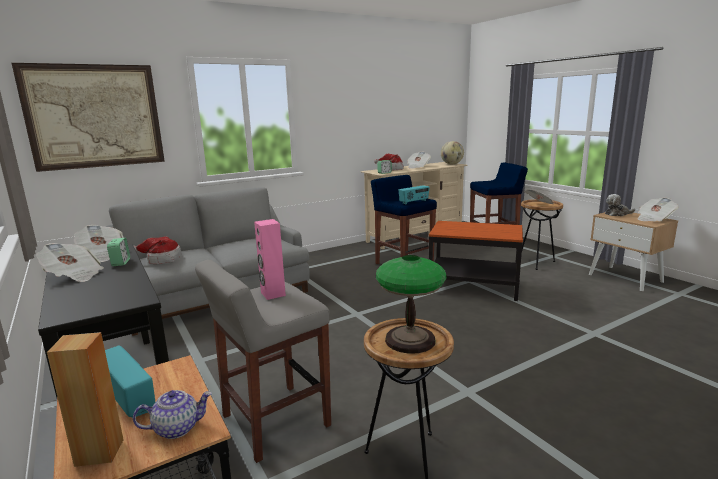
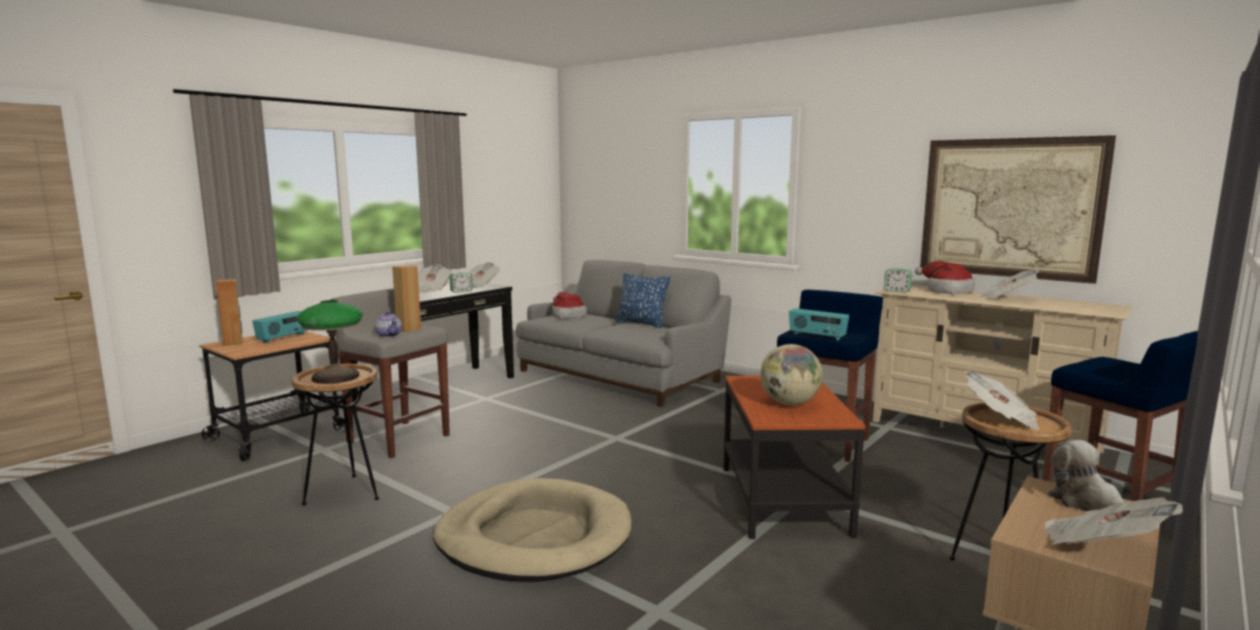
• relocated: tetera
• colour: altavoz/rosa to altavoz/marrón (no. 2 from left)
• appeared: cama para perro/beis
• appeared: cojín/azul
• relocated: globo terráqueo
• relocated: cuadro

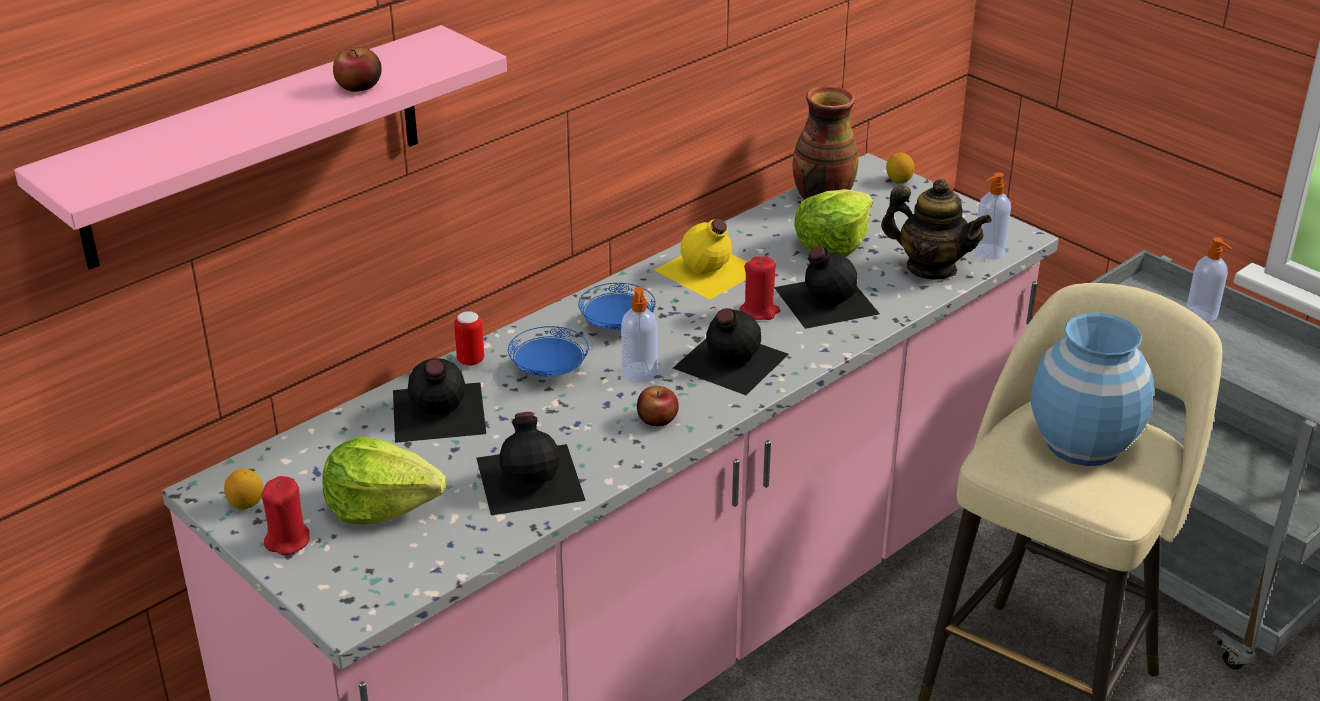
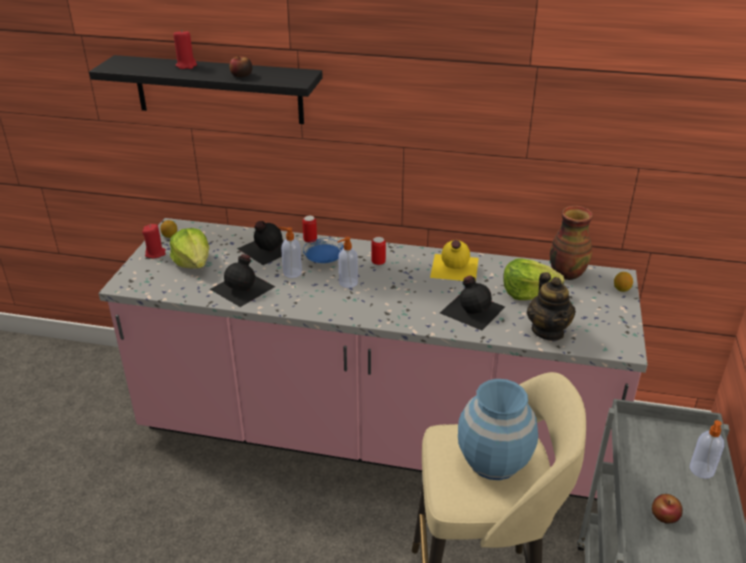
• colour: estante/rosa to estante/negro
• relocated: vela/rojo (no. 2 from left)
• relocated: dispensador de jabón (no. 2 from left in the first image) to dispensador de jabón (no. 1 from left)
• exchanged: plato/azul (no. 2 from left) to lata (no. 2 from left)
• relocated: manzana (no. 2 from left)
• missing: botella/negro (no. 3 from left)

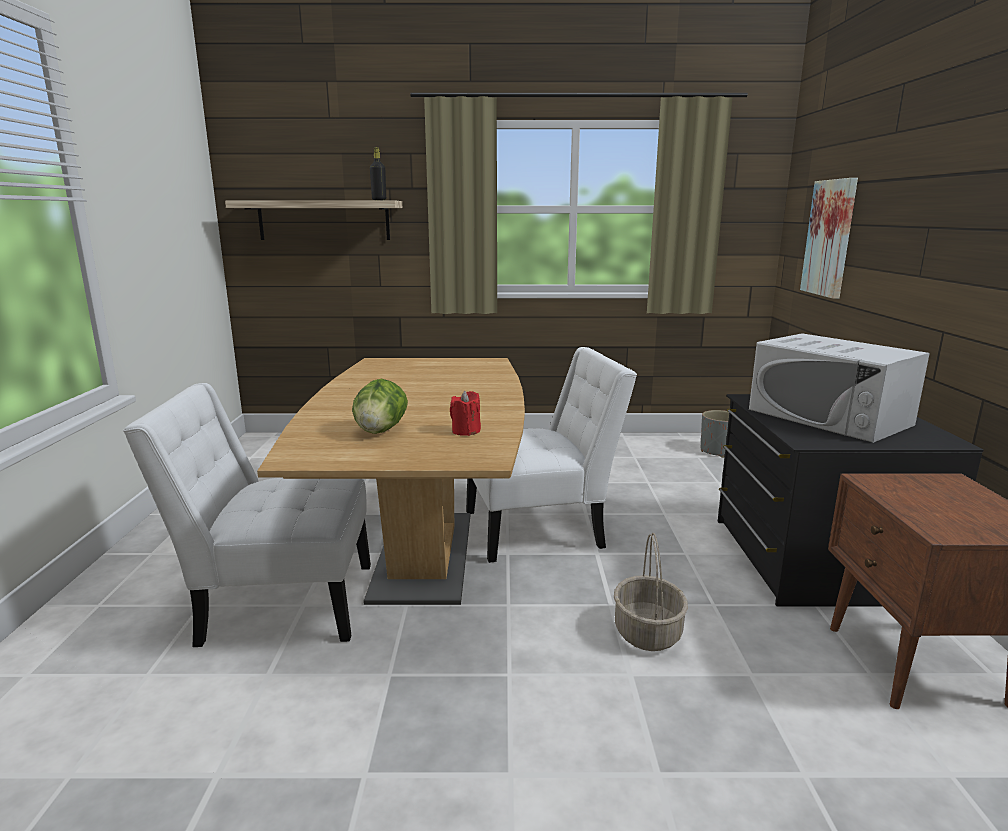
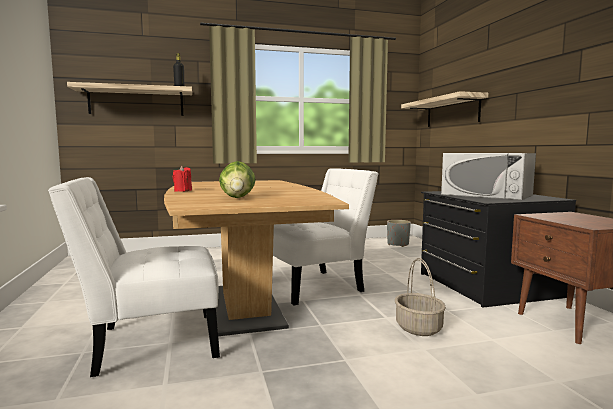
• relocated: vela/rojo
• exchanged: cuadro to estante (no. 2 from left)

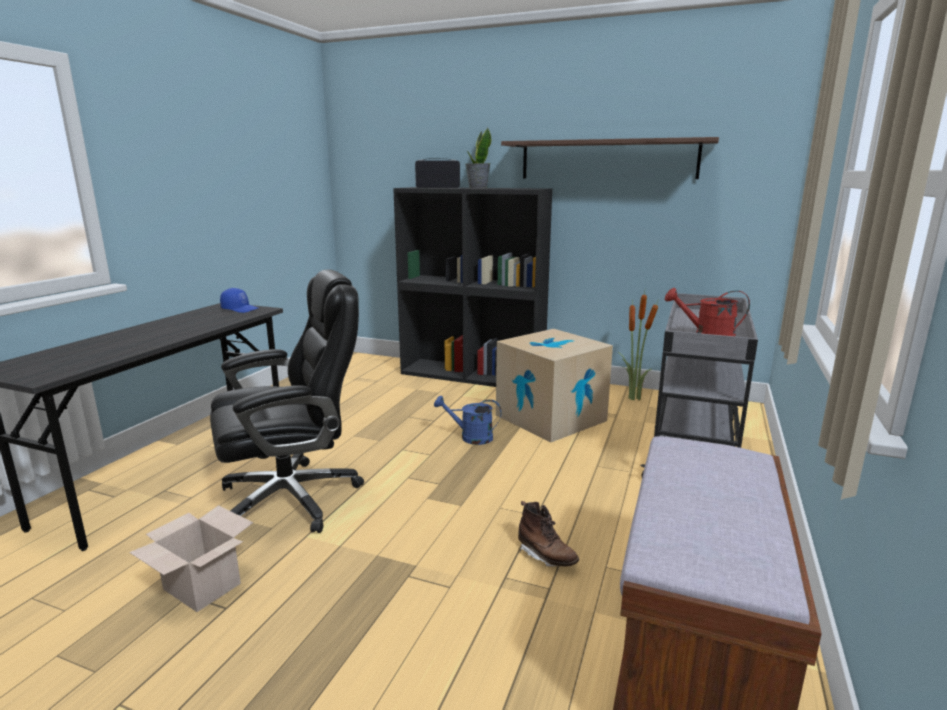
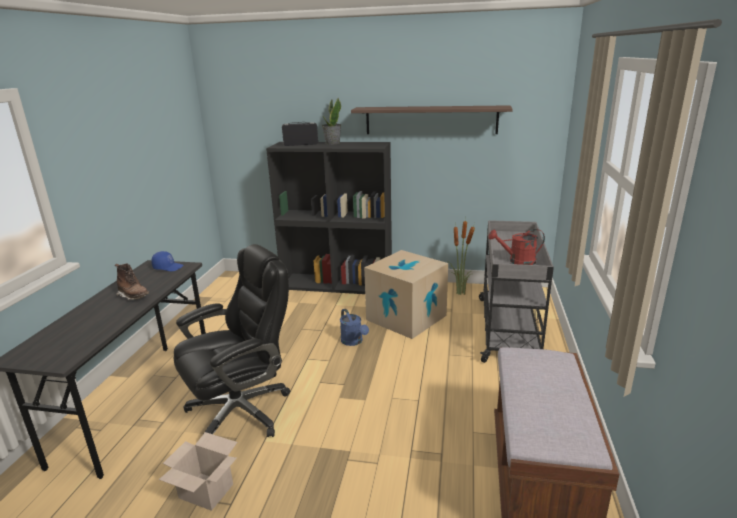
• relocated: bota/marrón
• spun: regadera/azul 120 degrees counterclockwise

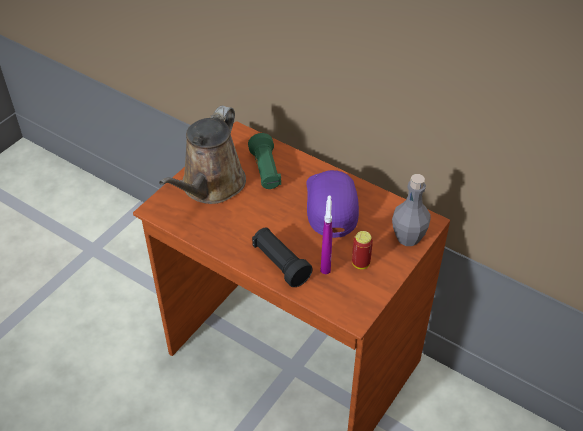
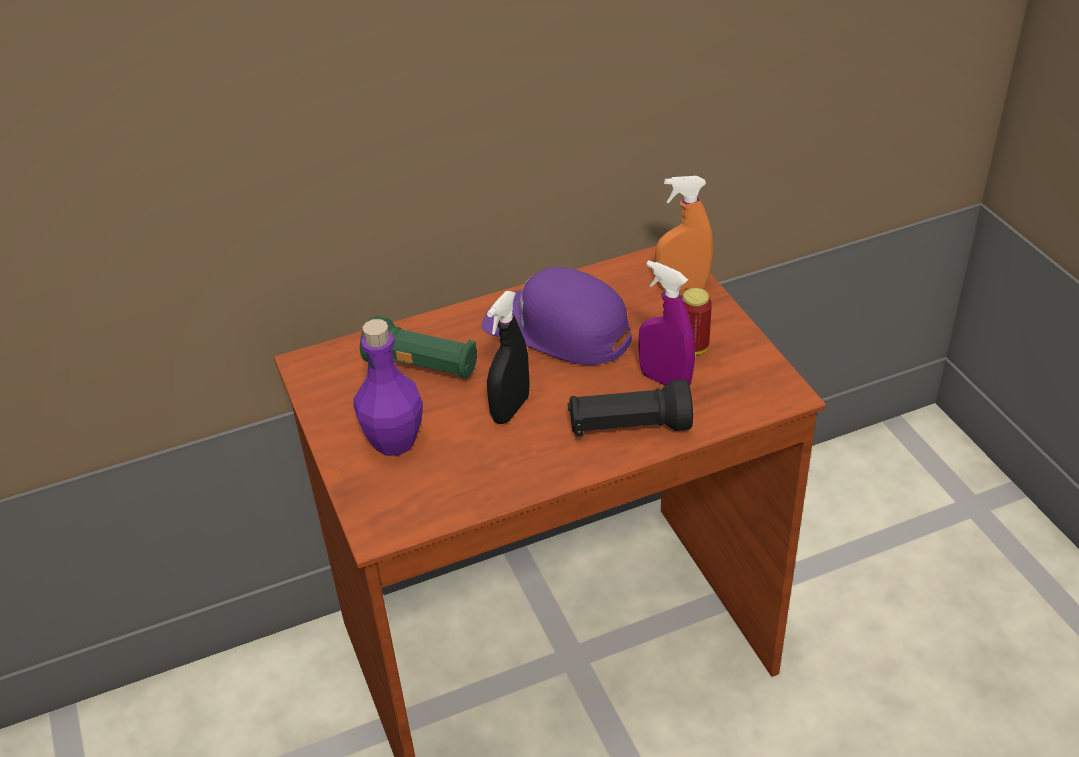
• exchanged: regadera/marrón to botella/morado
• appeared: pulverizador/negro
• exchanged: botella/gris to pulverizador/naranja

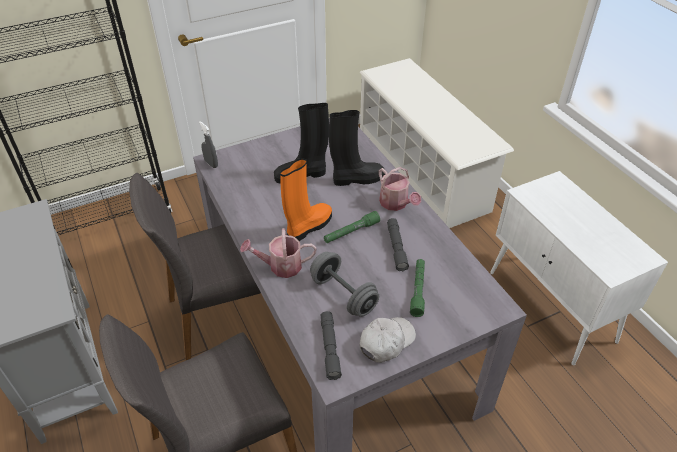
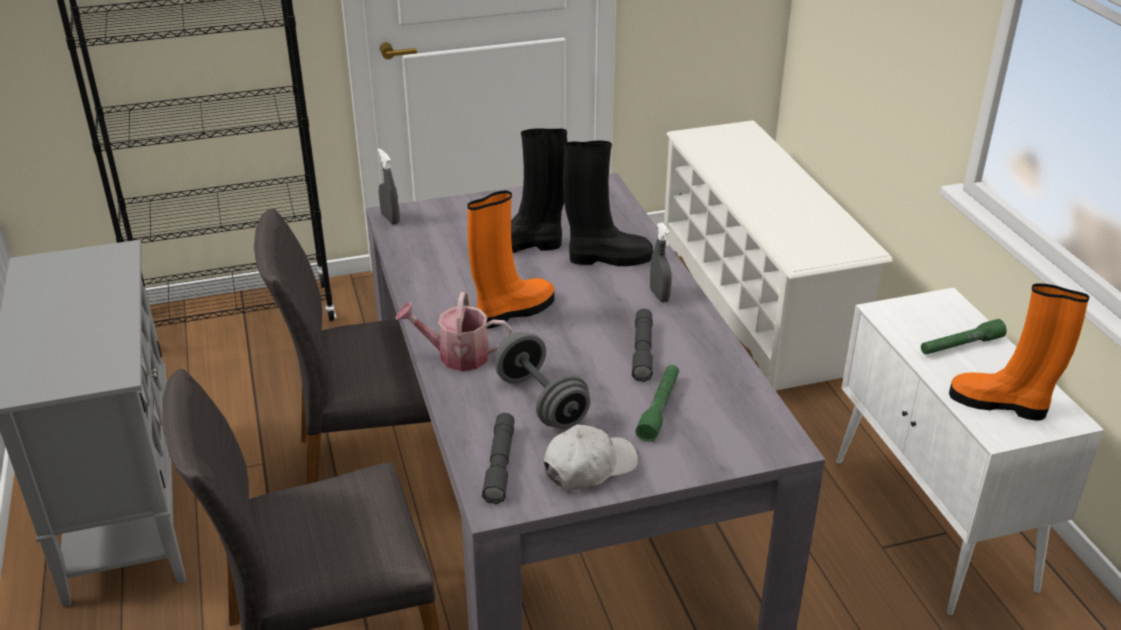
• exchanged: regadera (no. 2 from left) to pulverizador/gris (no. 2 from left)
• relocated: linterna/verde (no. 1 from left in the first image) to linterna/verde (no. 2 from left)
• appeared: bota/naranja (no. 2 from left)

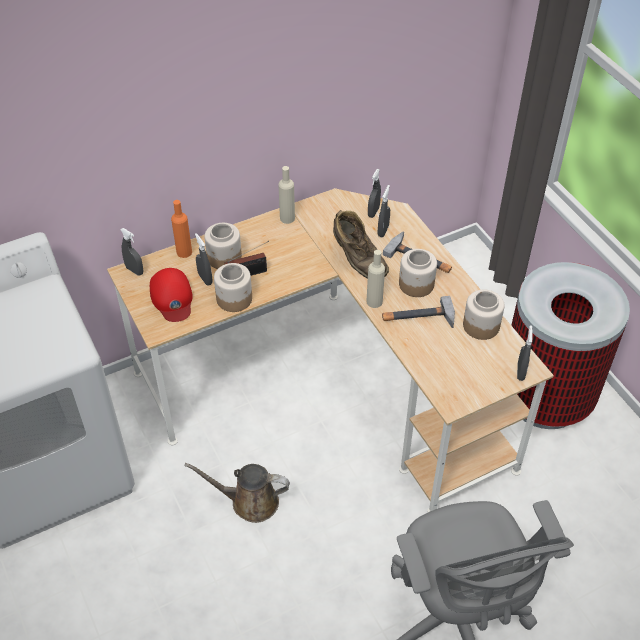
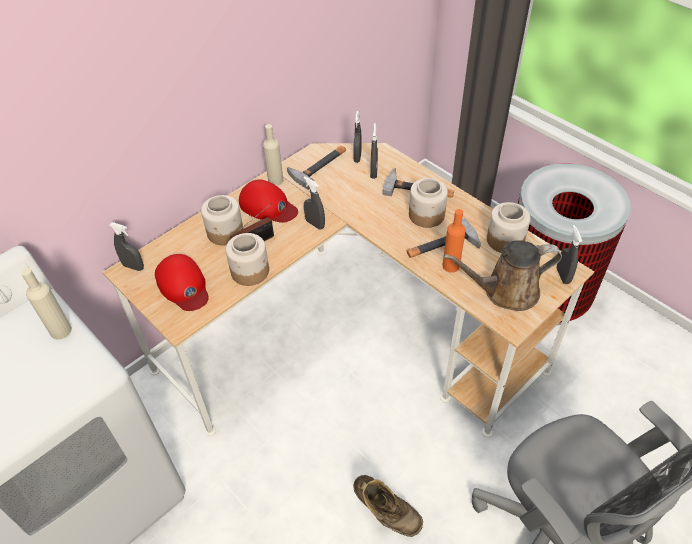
• relocated: botella/beis (no. 2 from left in the first image) to botella/beis (no. 1 from left)
• appeared: gorra/rojo (no. 2 from left)
• appeared: martillo (no. 1 from left)
• relocated: pulverizador/gris (no. 2 from left)
• relocated: bota/marrón
• relocated: botella/naranja
• relocated: regadera/marrón

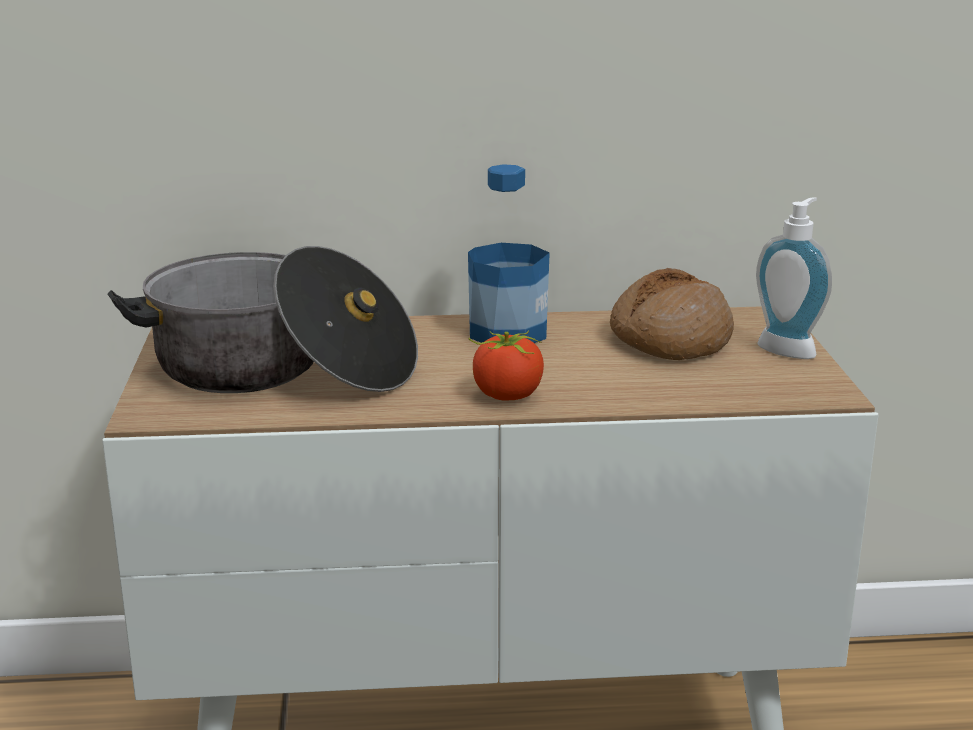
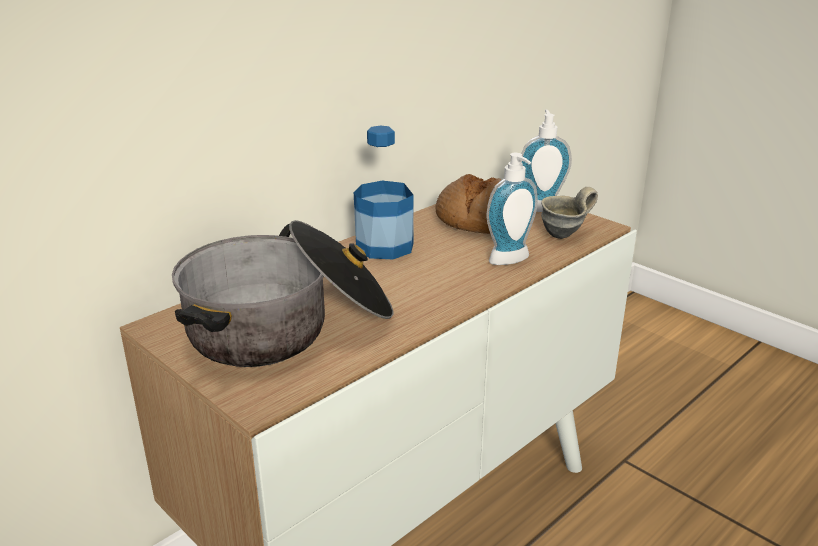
• appeared: dispensador de jabón (no. 1 from left)
• appeared: taza grande/gris
• missing: tomate

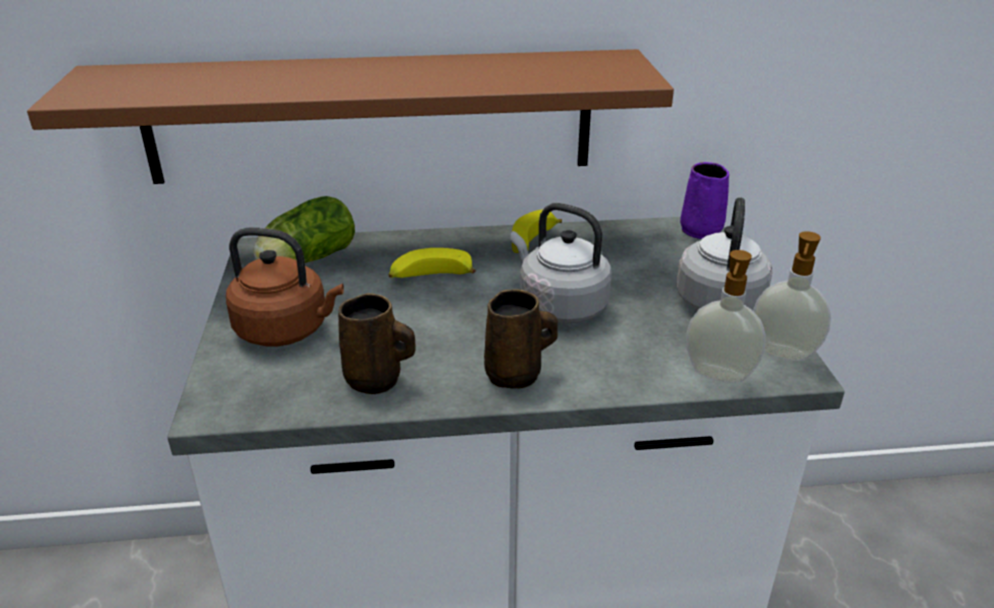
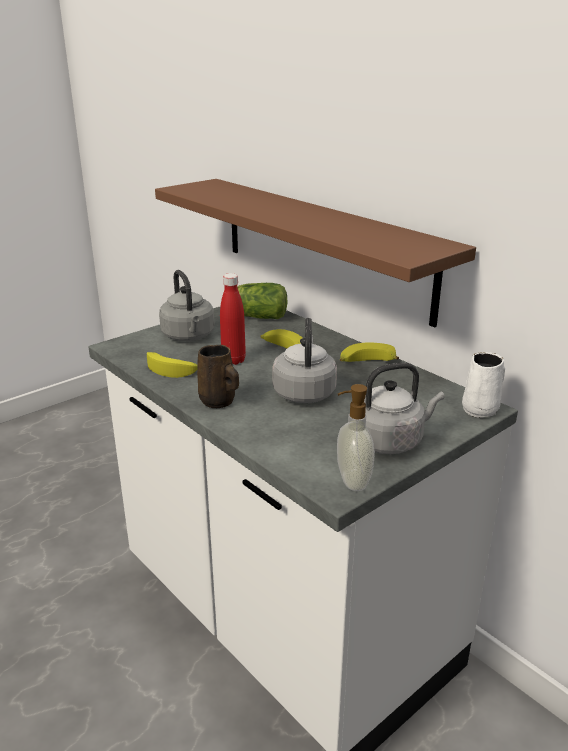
• exchanged: taza grande/marrón (no. 1 from left) to plátano (no. 1 from left)
• colour: hervidor/marrón to hervidor/gris (no. 1 from left)
• appeared: botella/rojo
• colour: taza grande/morado to taza grande/blanco
• missing: dispensador de jabón (no. 1 from left)

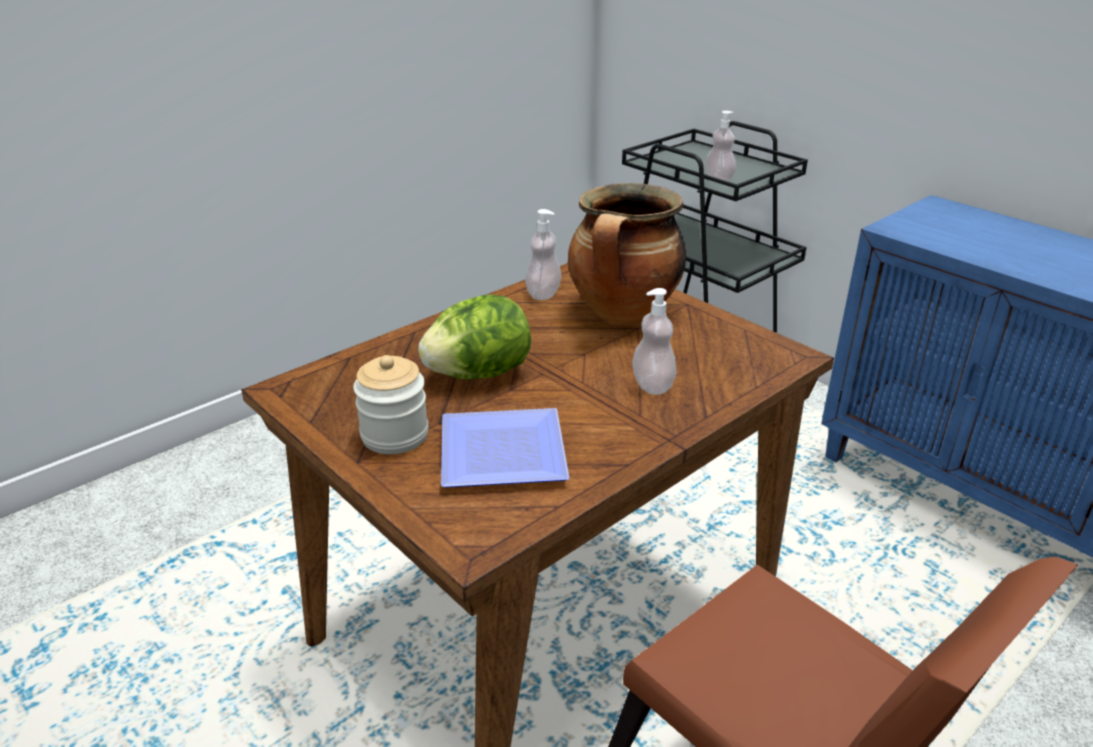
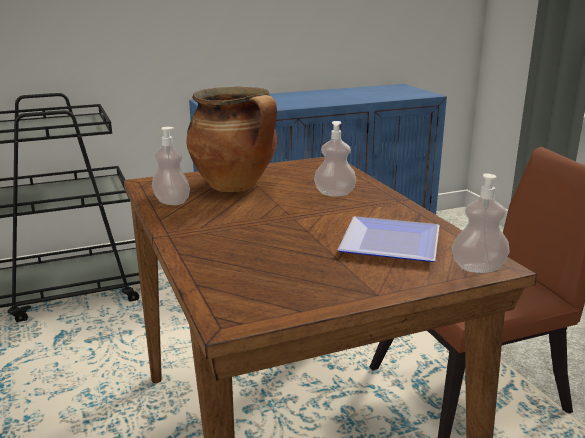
• relocated: dispensador de jabón (no. 3 from left)
• missing: tarro
• missing: lechuga

